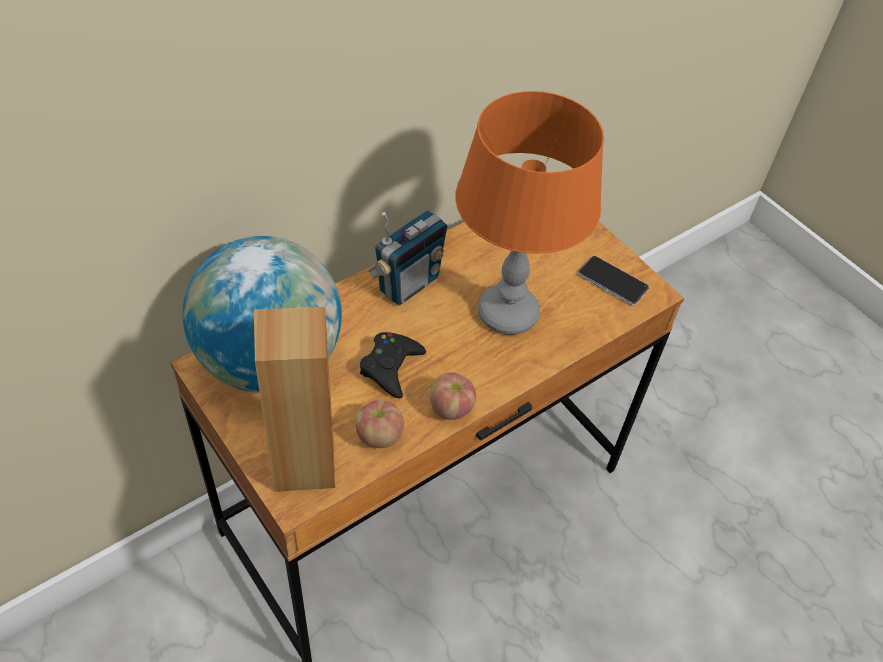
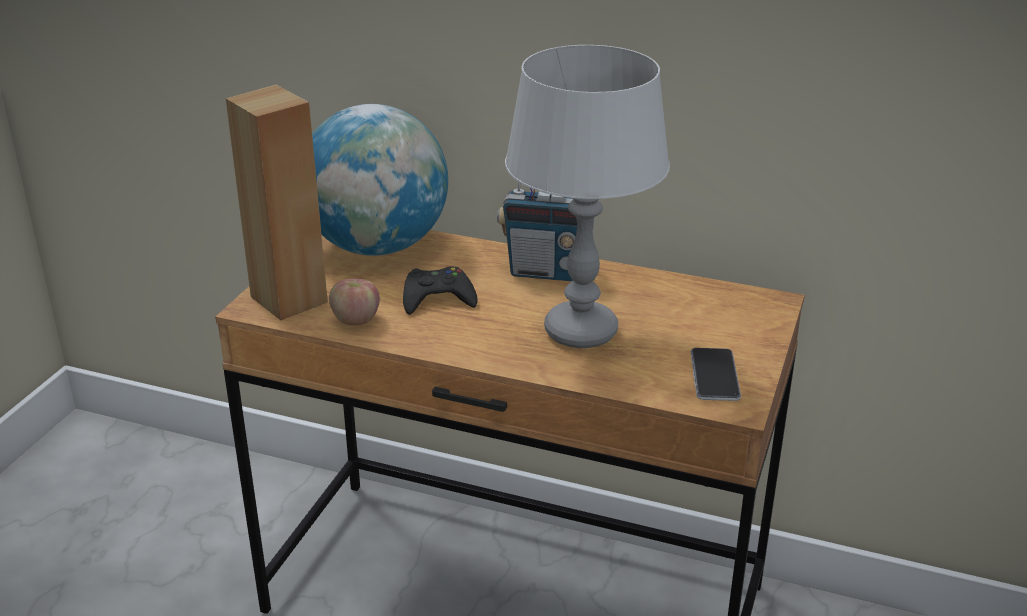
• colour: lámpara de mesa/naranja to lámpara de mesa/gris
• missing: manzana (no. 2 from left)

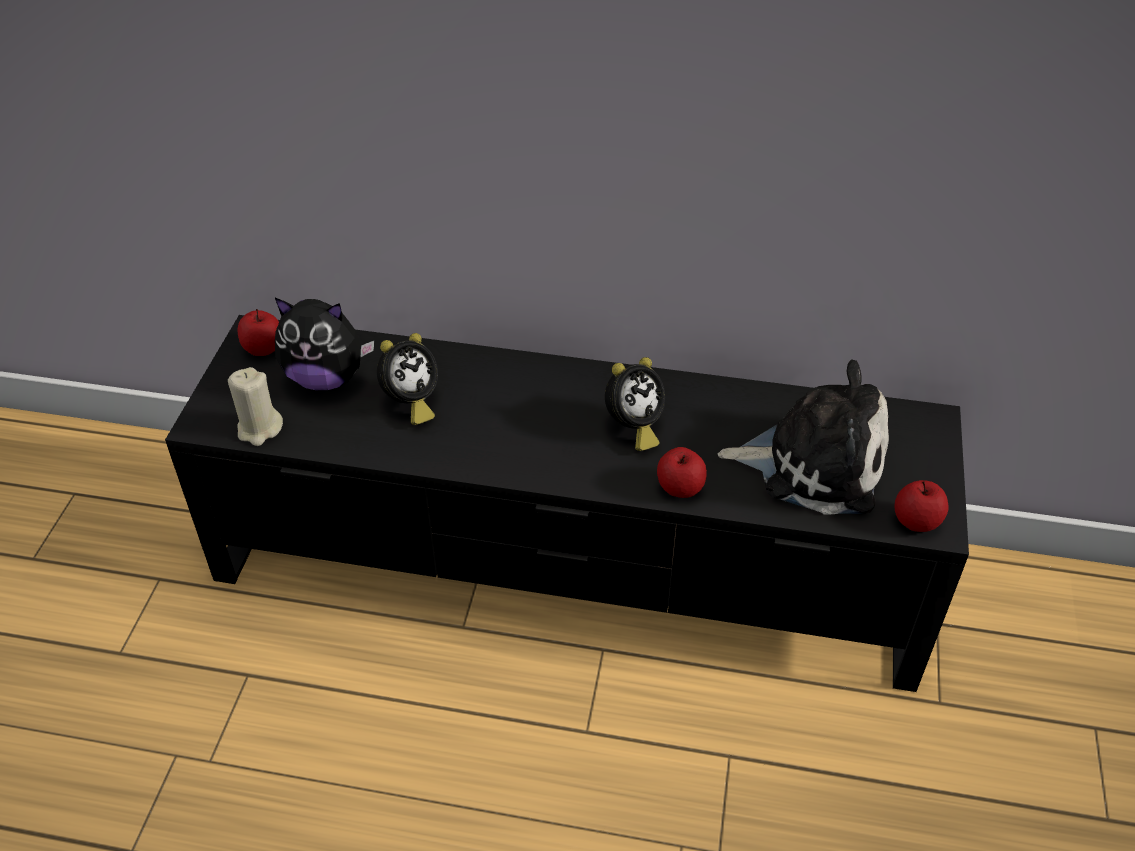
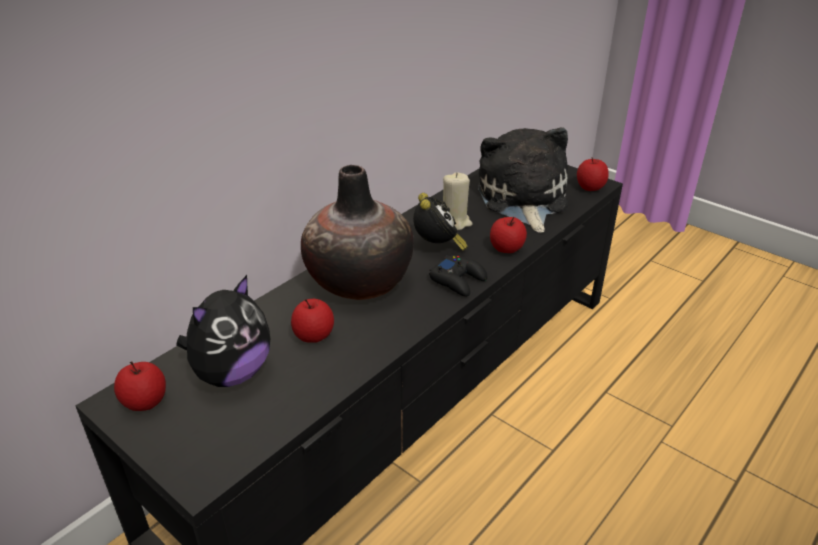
• exchanged: despertador (no. 1 from left) to manzana (no. 2 from left)
• appeared: florero
• appeared: mando de consola/negro
• relocated: vela/beis
• spun: peluche (no. 2 from left) 45 degrees counterclockwise

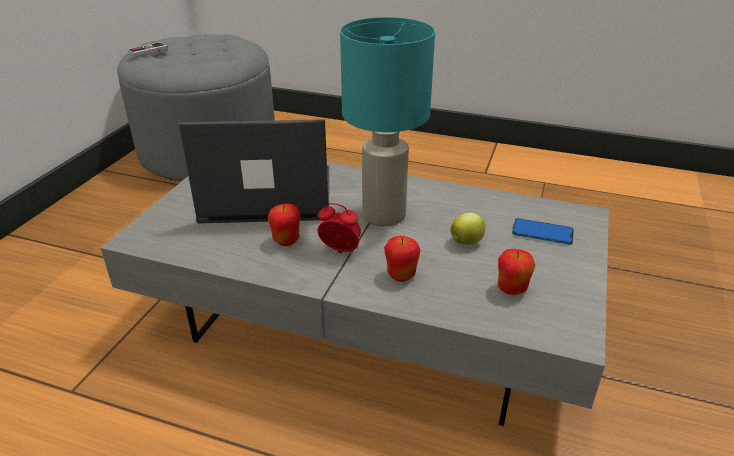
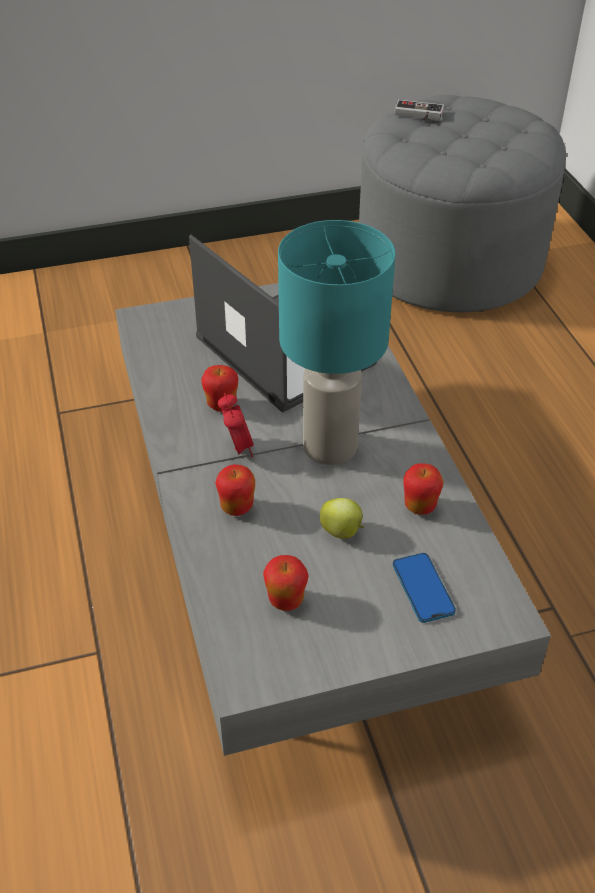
• appeared: manzana (no. 5 from left)

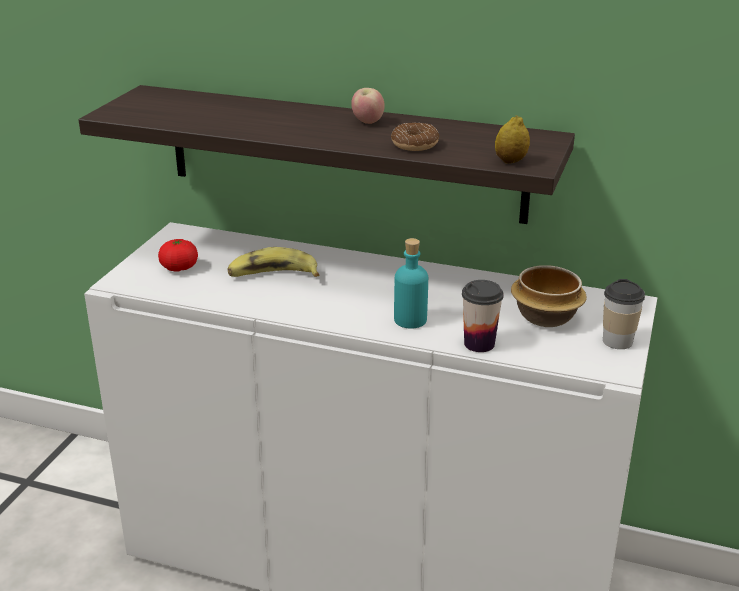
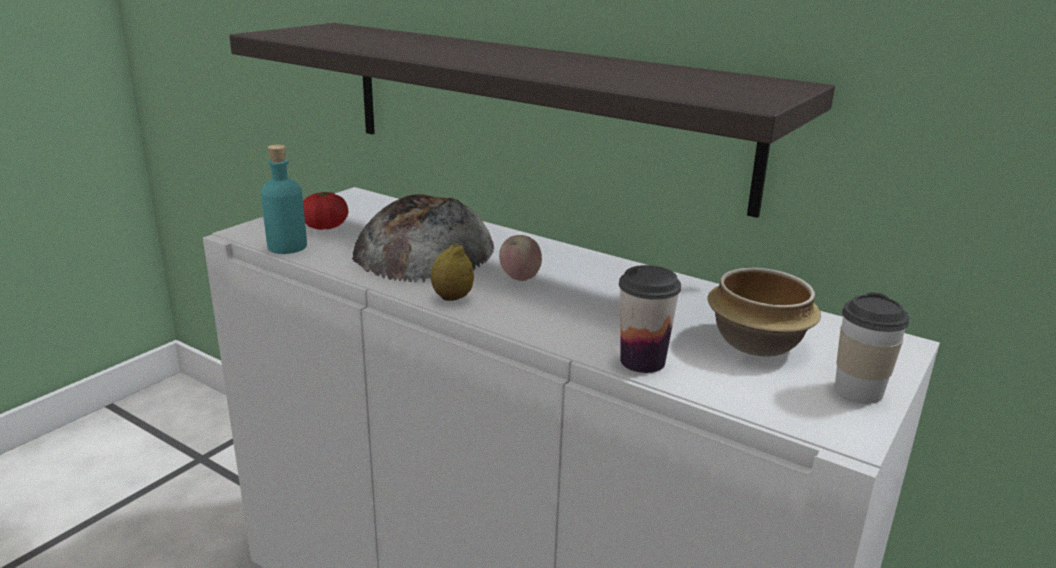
• relocated: botella/turquesa
• exchanged: plátano to pan
• relocated: limón
• relocated: manzana
• missing: rosquilla

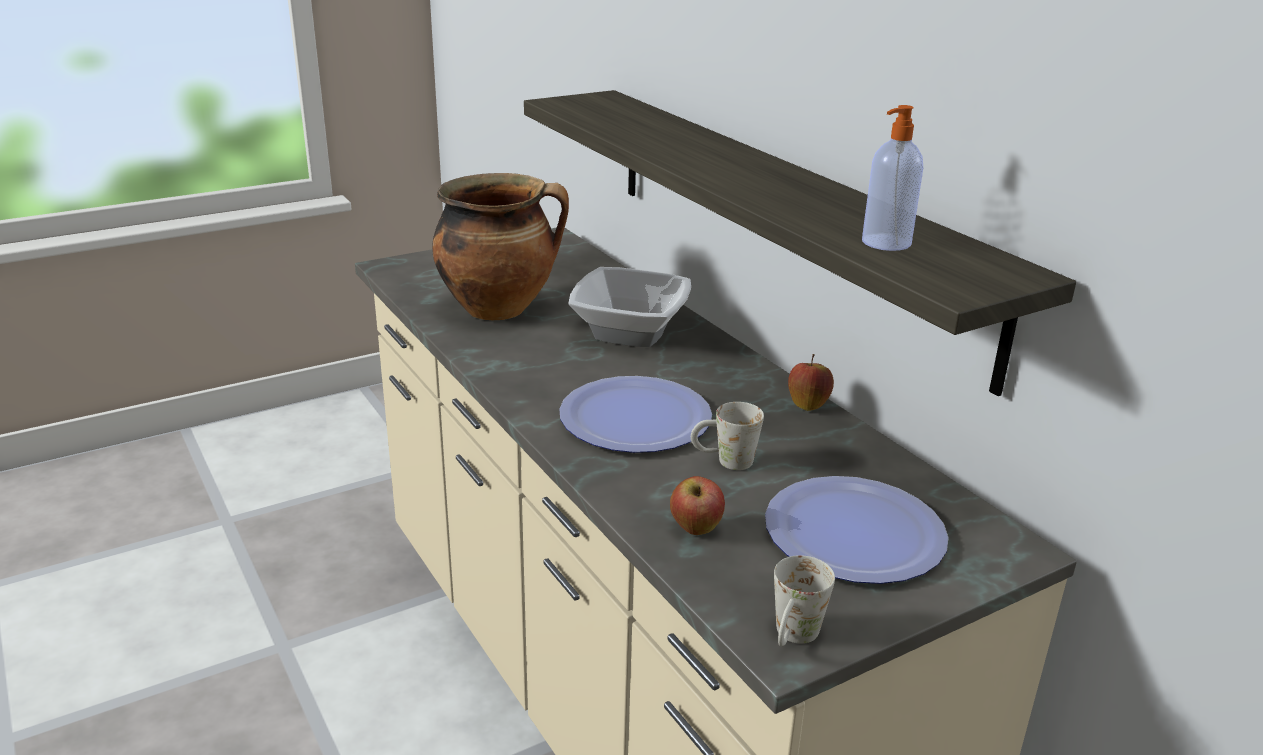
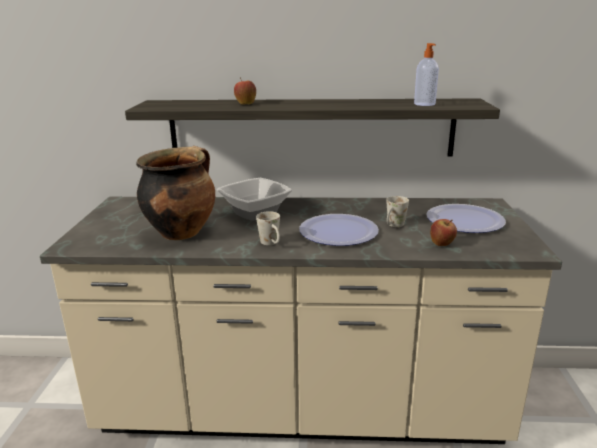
• relocated: manzana (no. 2 from left in the first image) to manzana (no. 1 from left)
• relocated: taza grande/blanco (no. 2 from left in the first image) to taza grande/blanco (no. 1 from left)

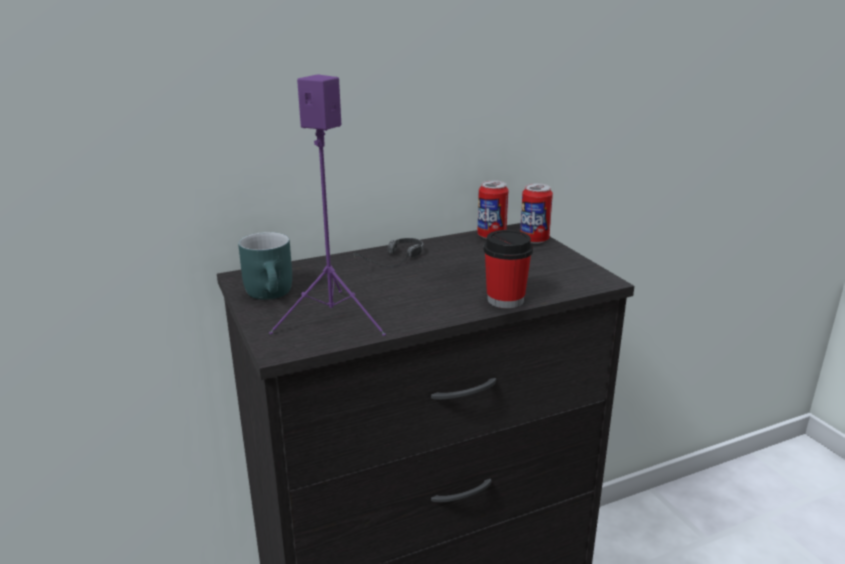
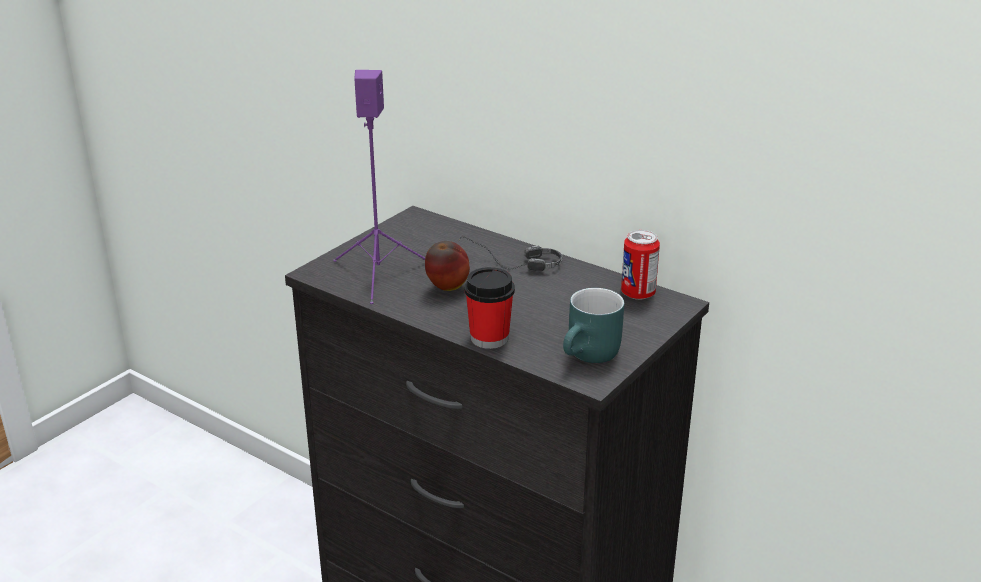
• appeared: manzana
• relocated: taza grande/turquesa
• missing: lata (no. 2 from left)

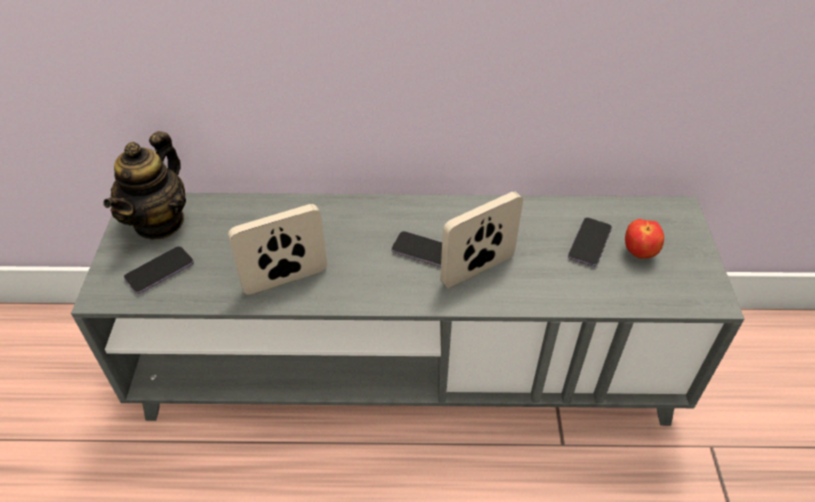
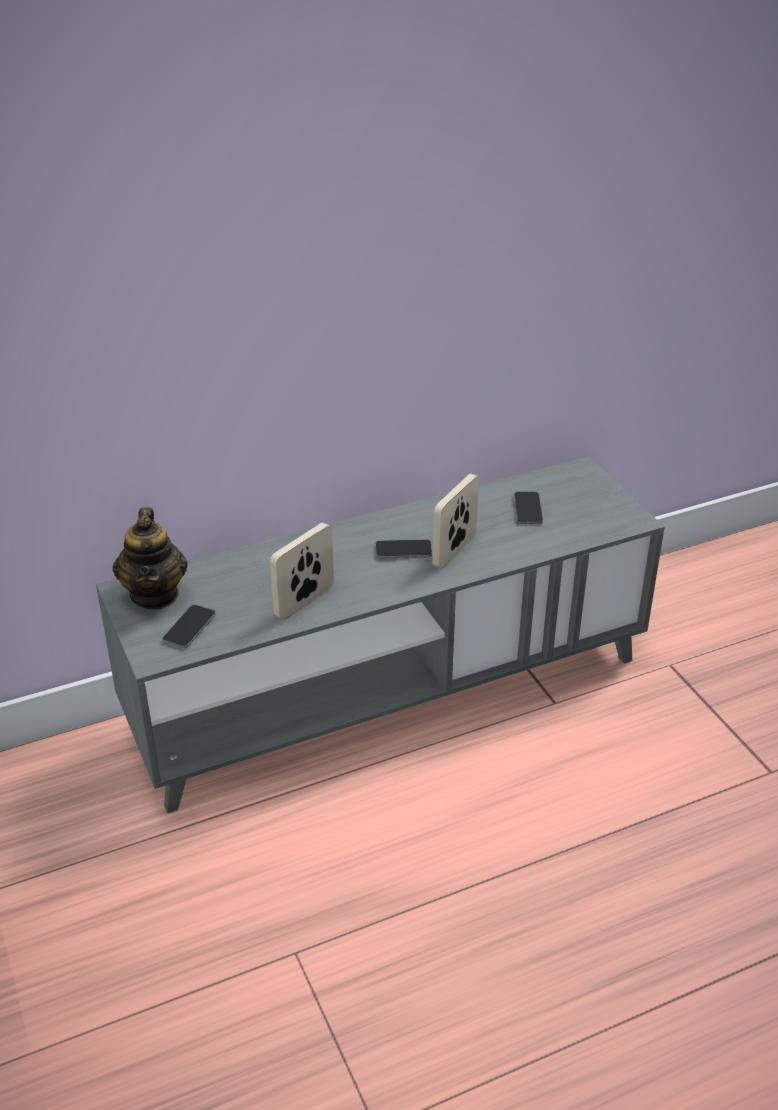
• missing: manzana

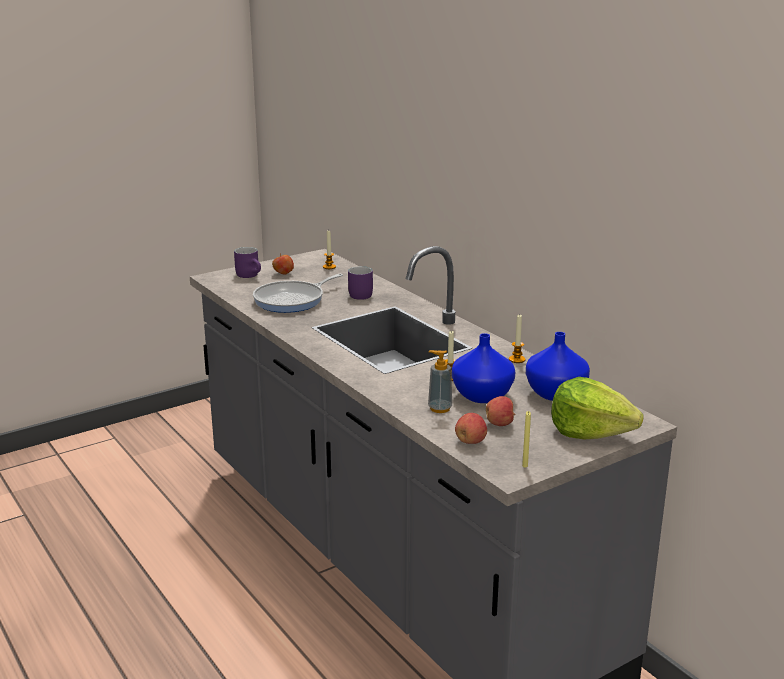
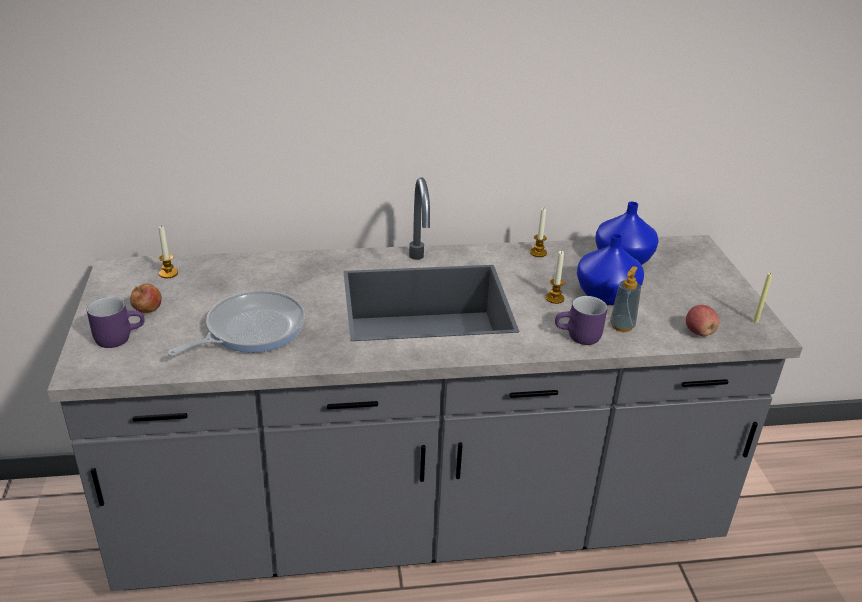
• spun: sartén 120 degrees counterclockwise
• relocated: taza grande/morado (no. 2 from left)
• missing: manzana (no. 3 from left)
• missing: lechuga

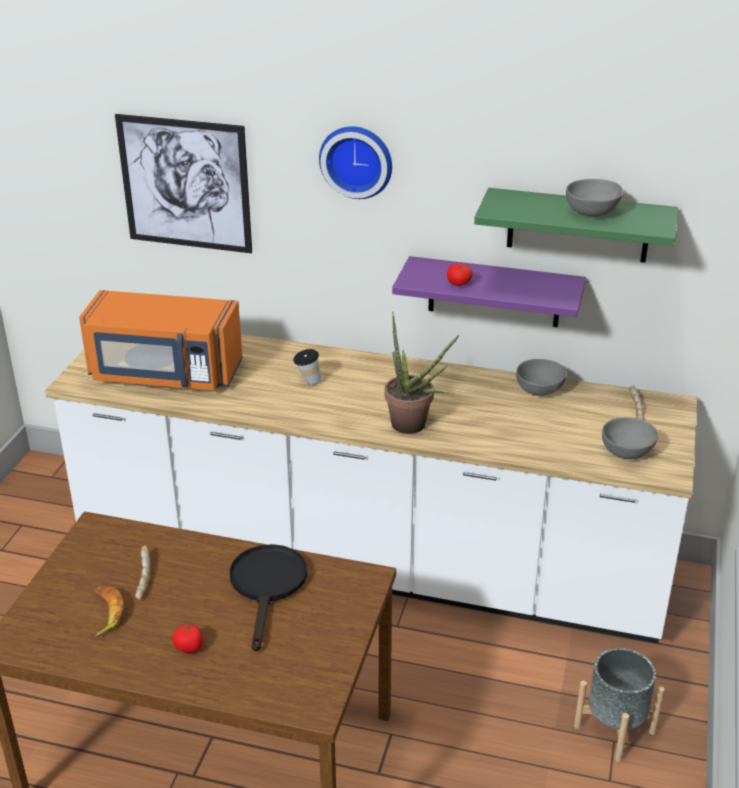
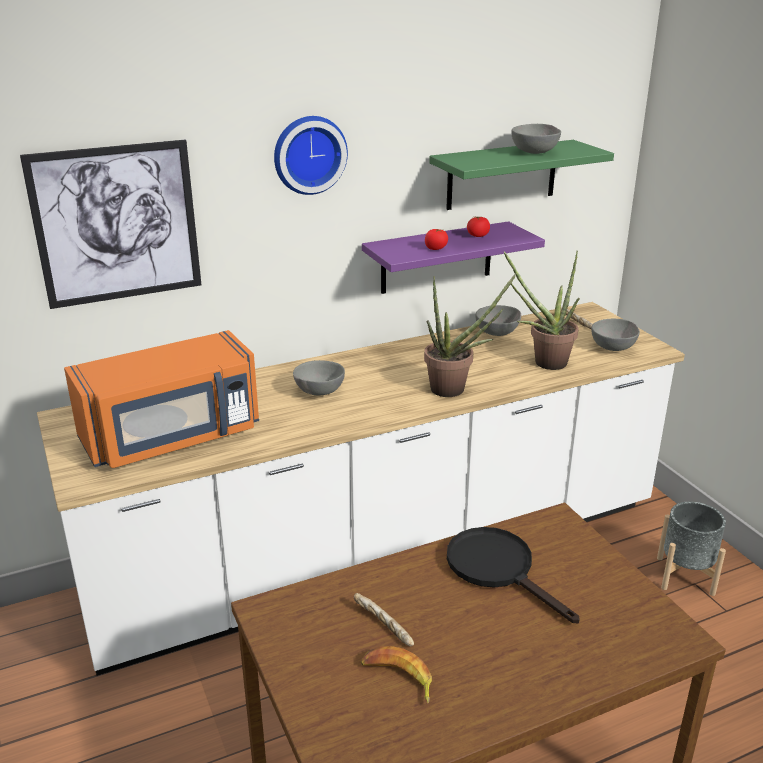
• exchanged: taza to cuenco/gris (no. 1 from left)
• relocated: tomate (no. 1 from left in the first image) to tomate (no. 2 from left)
• appeared: planta en maceta (no. 2 from left)

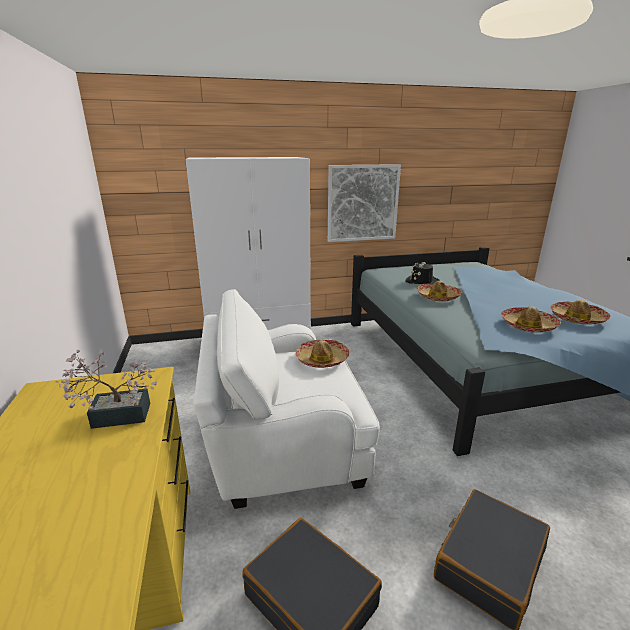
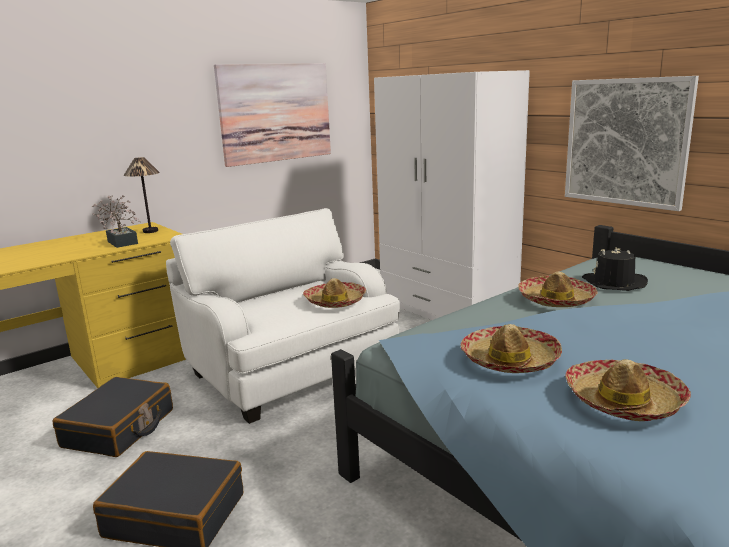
• appeared: lámpara de mesa
• appeared: cuadro (no. 1 from left)

